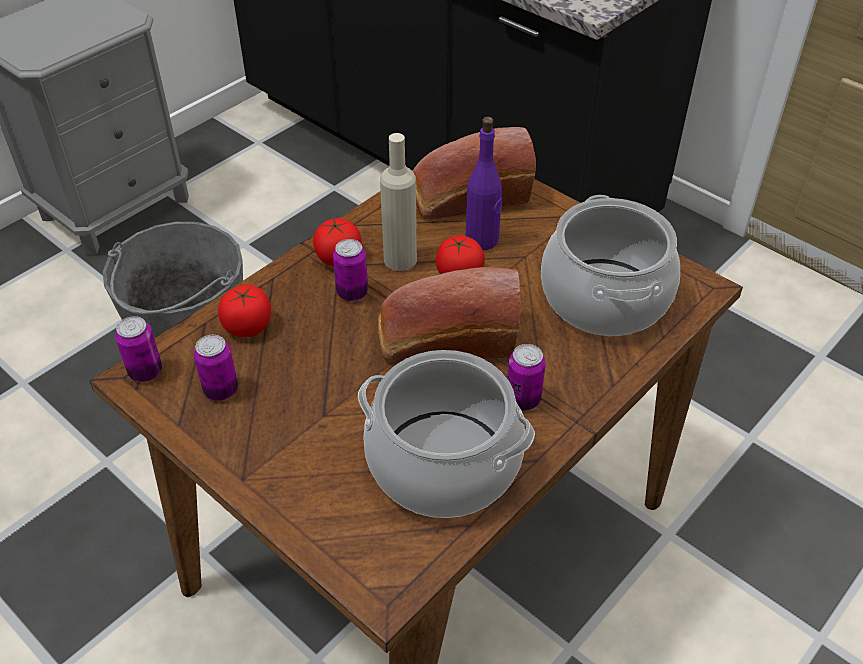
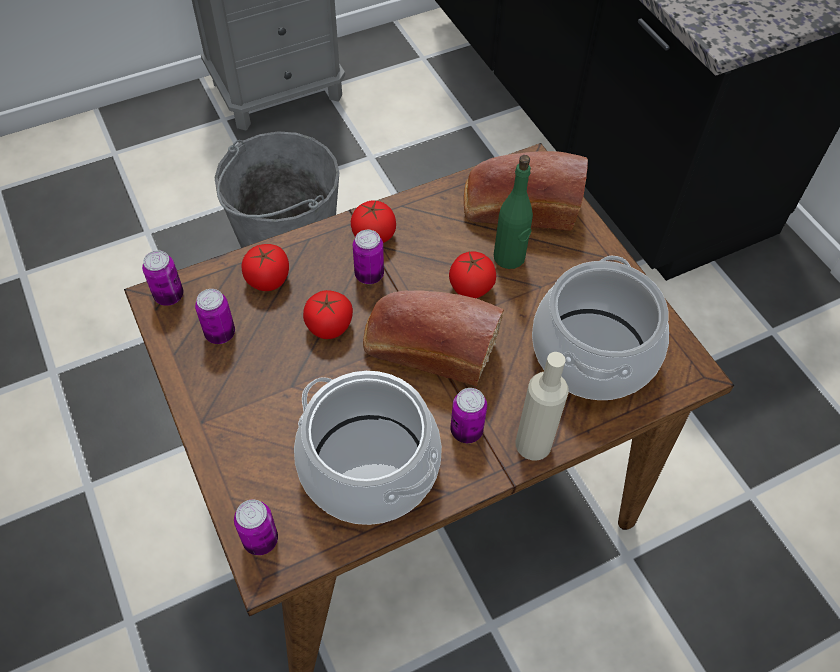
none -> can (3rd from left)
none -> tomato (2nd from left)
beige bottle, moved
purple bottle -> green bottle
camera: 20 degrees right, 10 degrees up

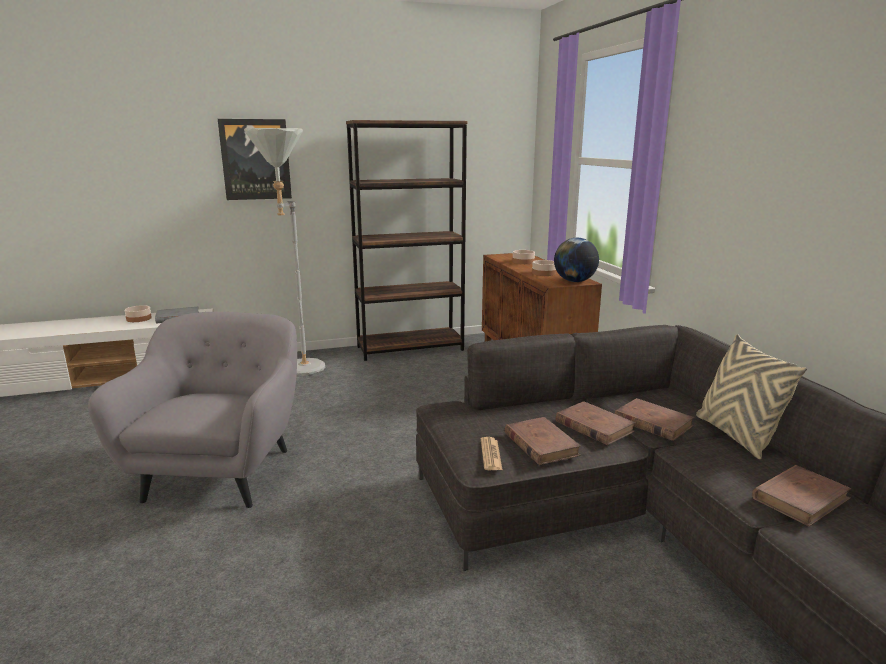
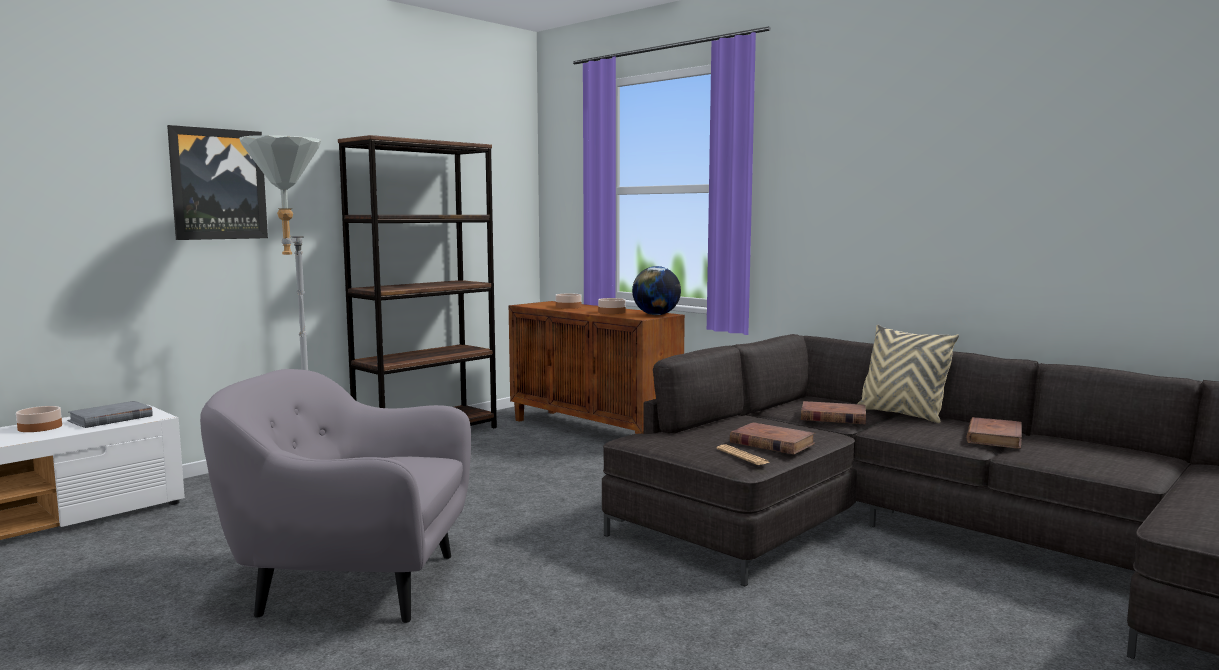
brown book (2nd from left) -> none
grey armchair, 60 degrees counterclockwise
camera: 30 degrees left, 10 degrees down

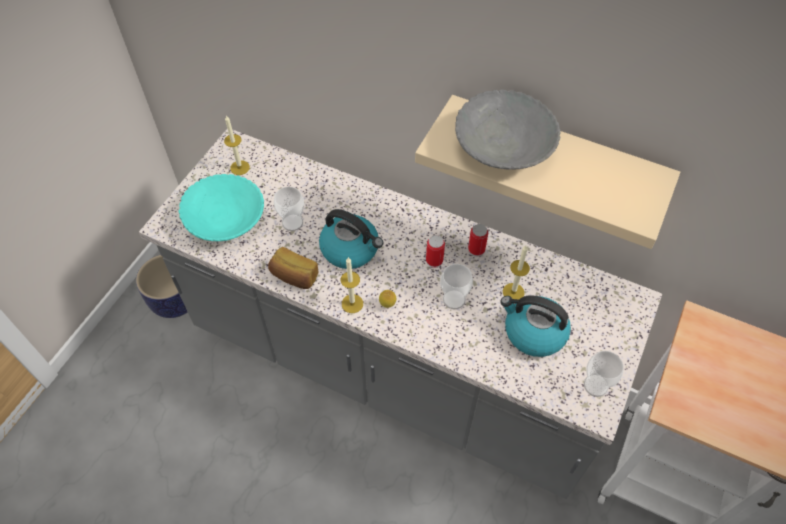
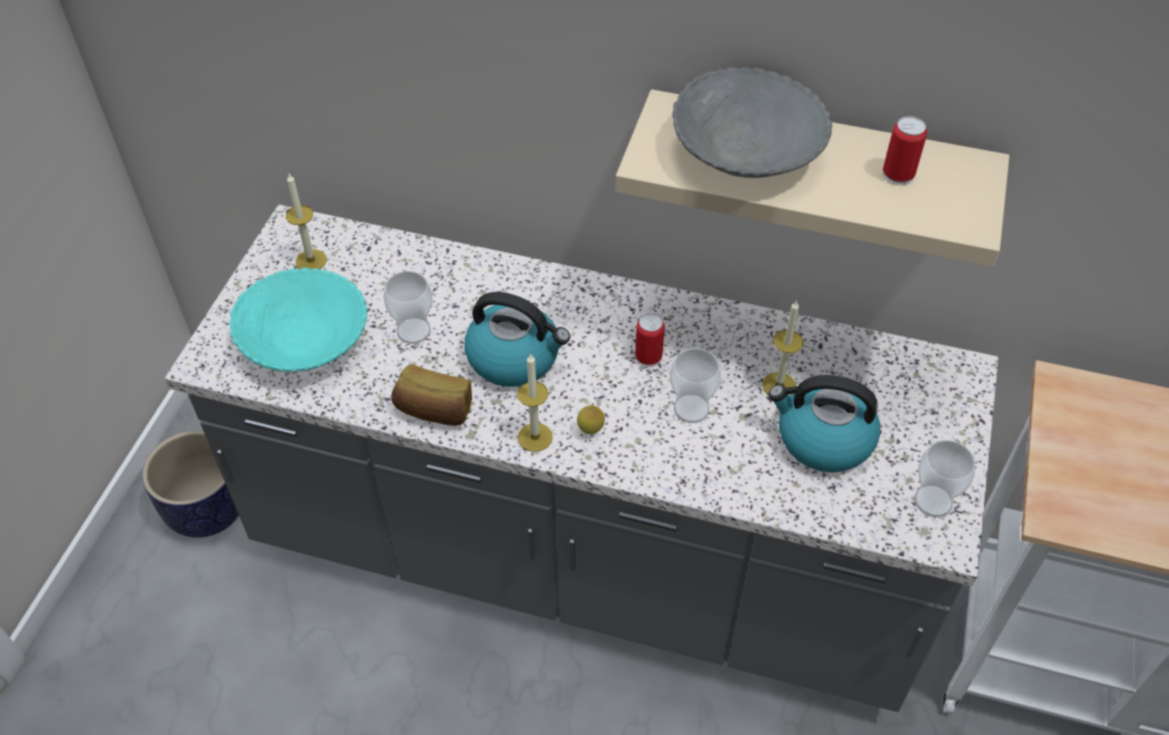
can (2nd from left), moved
camera: 10 degrees left, 5 degrees down

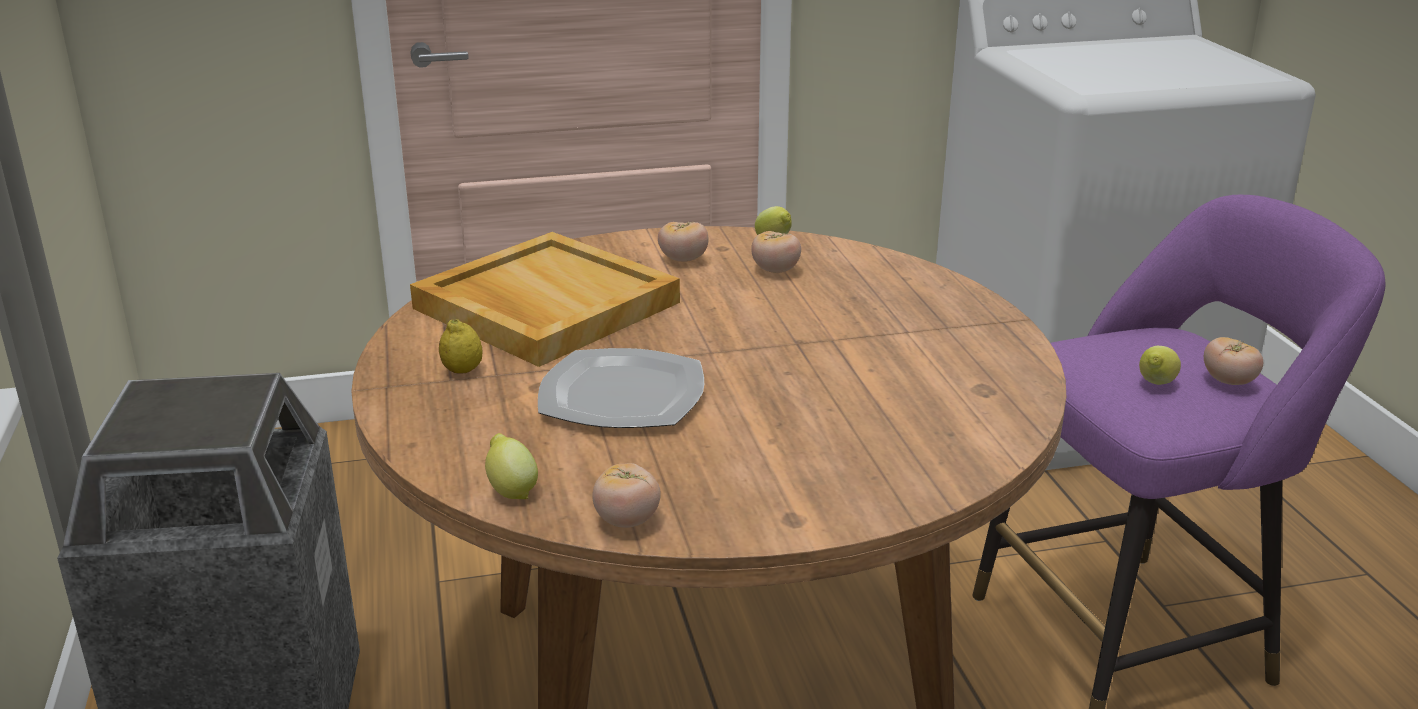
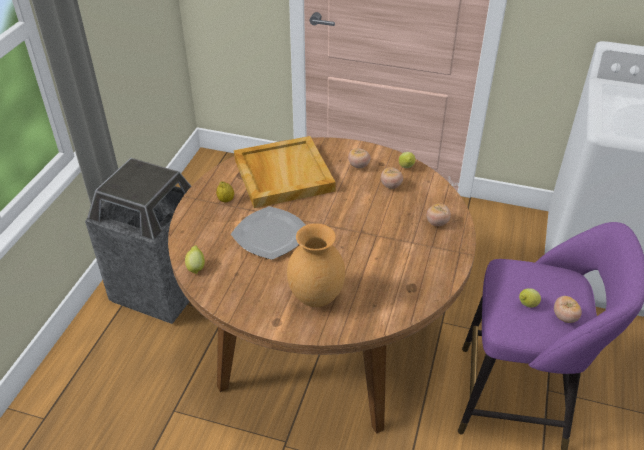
none -> brown vase
tomato (1st from left in the first image) -> tomato (3rd from left), moved
camera: 30 degrees right, 15 degrees up

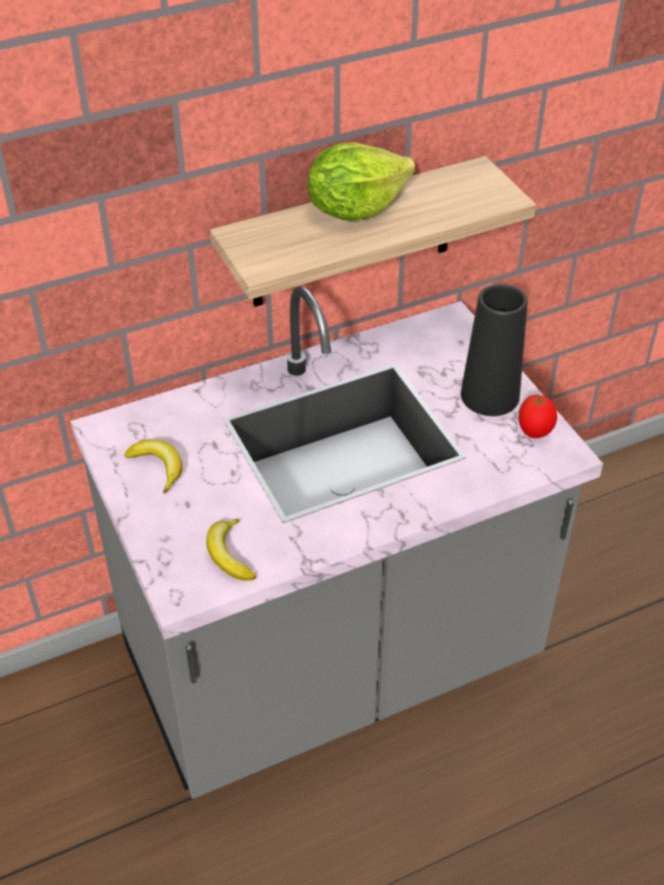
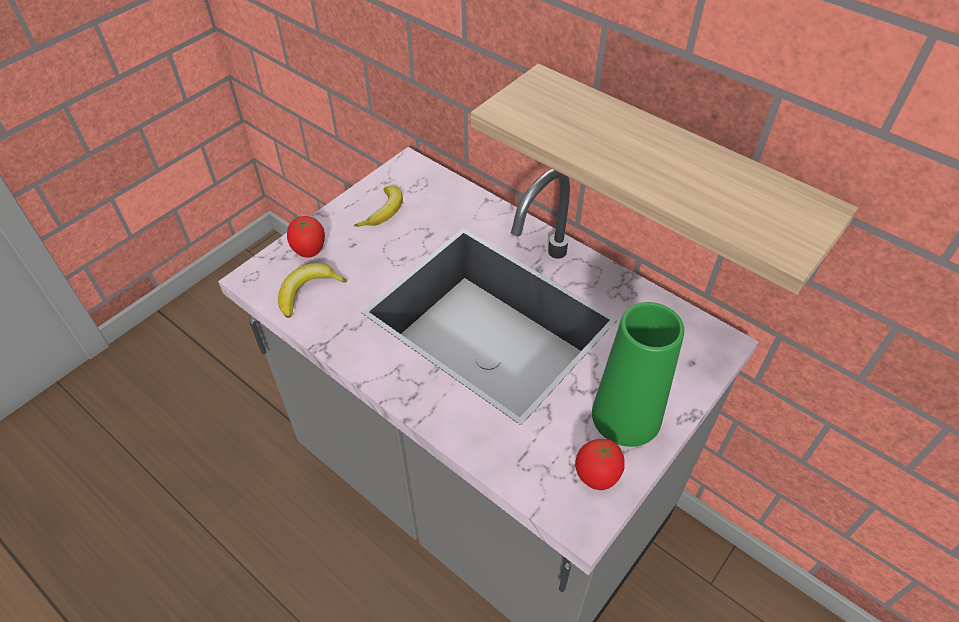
lettuce -> none
none -> tomato (1st from left)
black vase -> green vase
camera: 65 degrees right, 5 degrees up

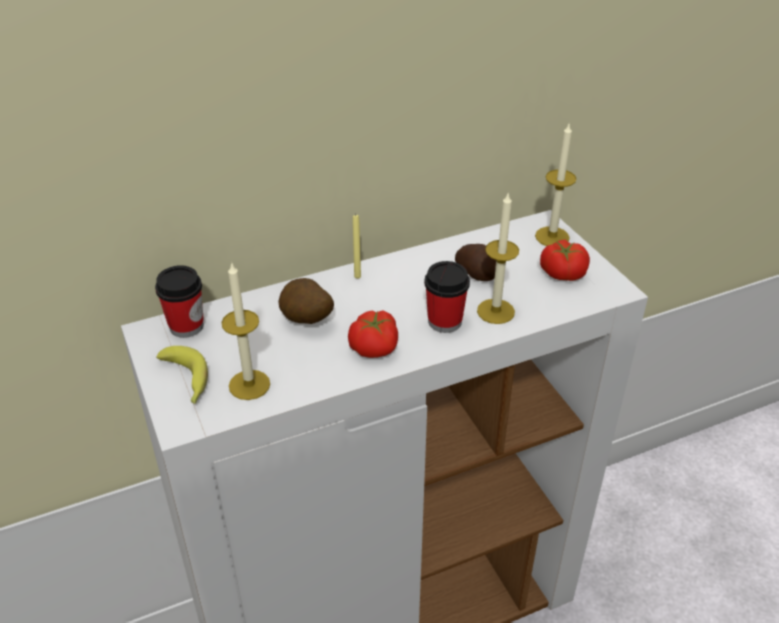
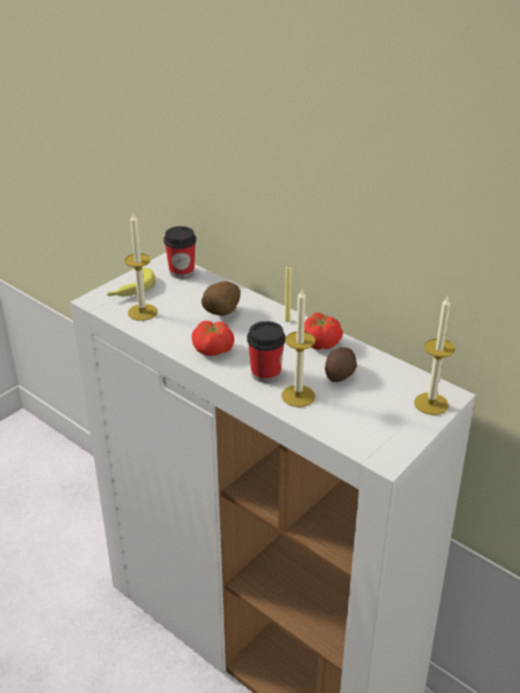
tomato (2nd from left), moved
camera: 65 degrees right, 5 degrees down

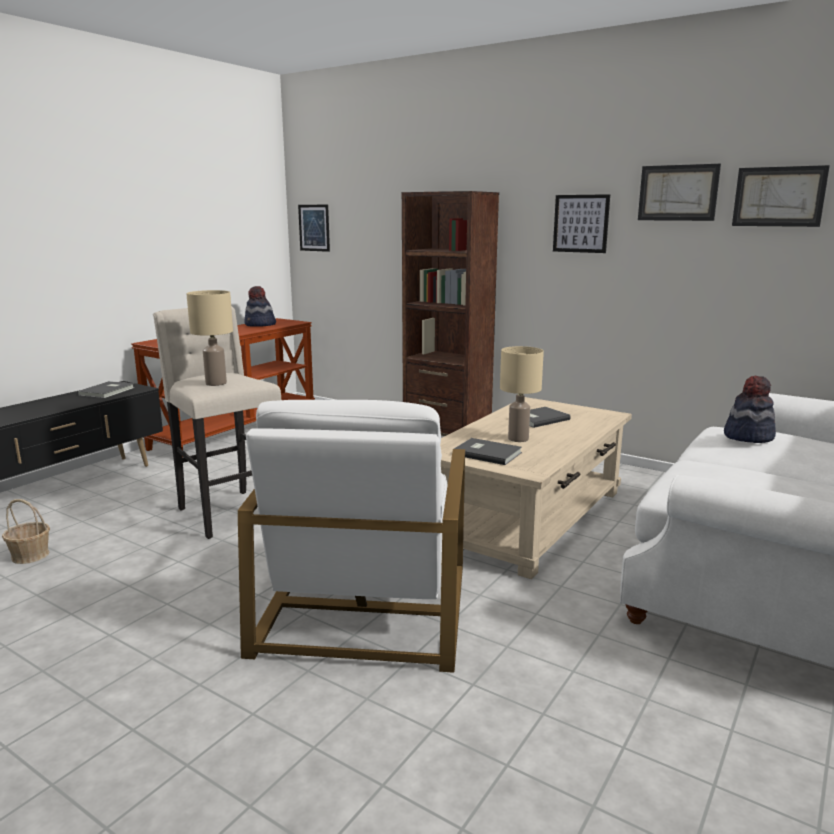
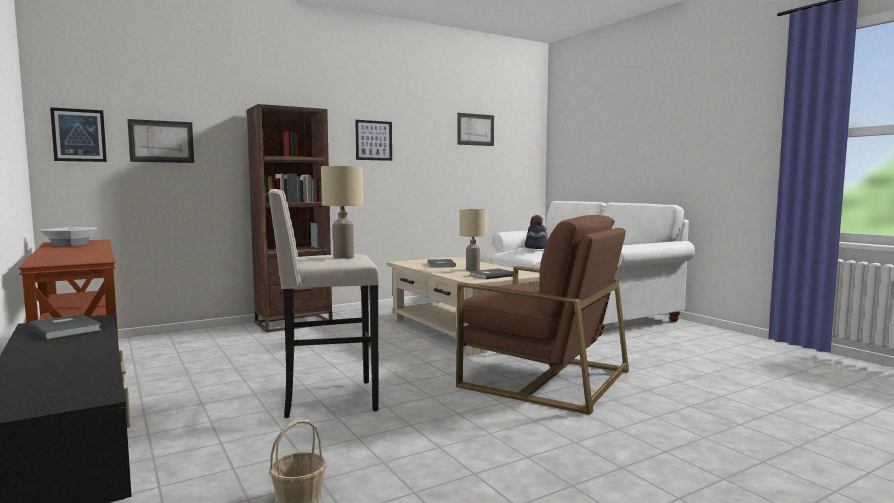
picture (3rd from left in the first image) -> picture (2nd from left), moved
hat (1st from left) -> bowl
white armchair -> brown armchair
camera: 65 degrees left, 10 degrees down

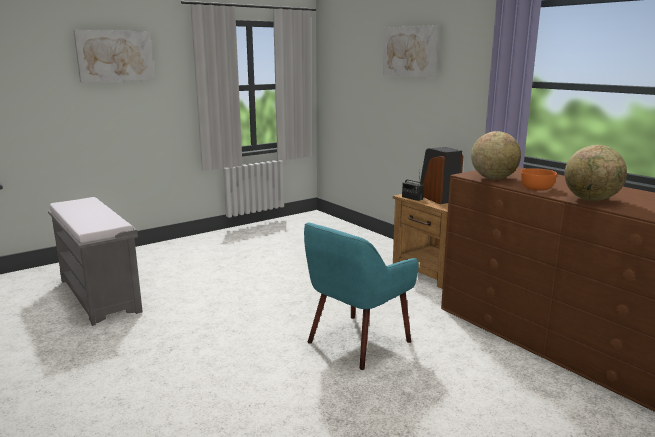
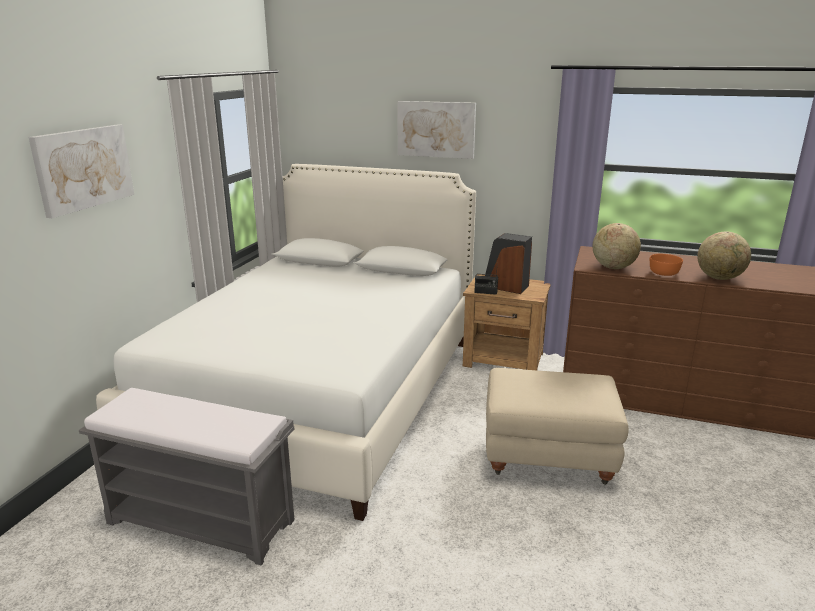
none -> white bed
turquoise armchair -> beige ottoman
camera: 35 degrees left, 5 degrees up

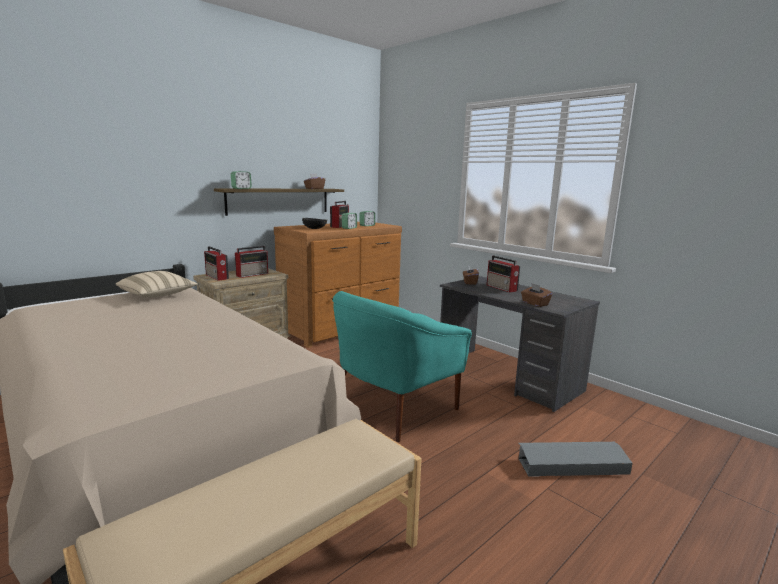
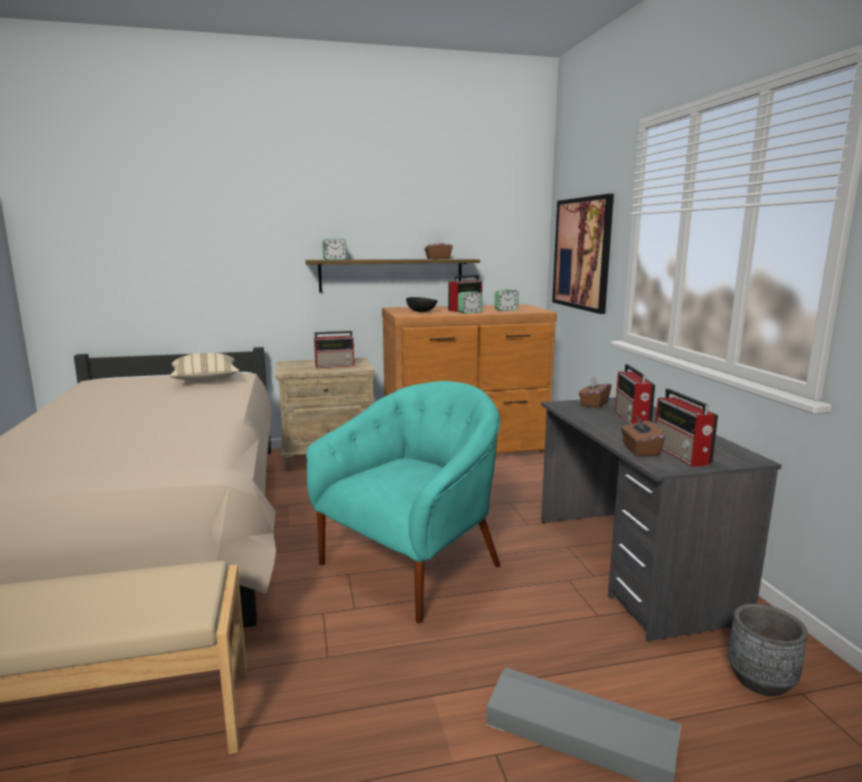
none -> picture
none -> grey planter
radio (1st from left in the first image) -> radio (4th from left), moved
turquoise armchair, 150 degrees clockwise
camera: 30 degrees right, 0 degrees up

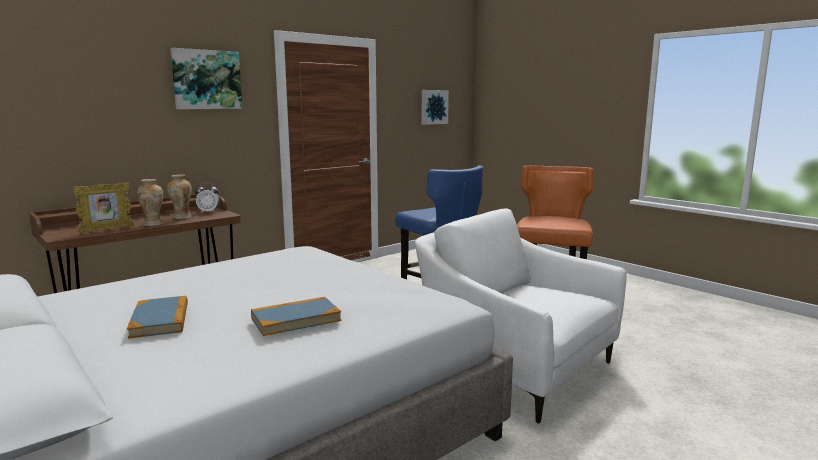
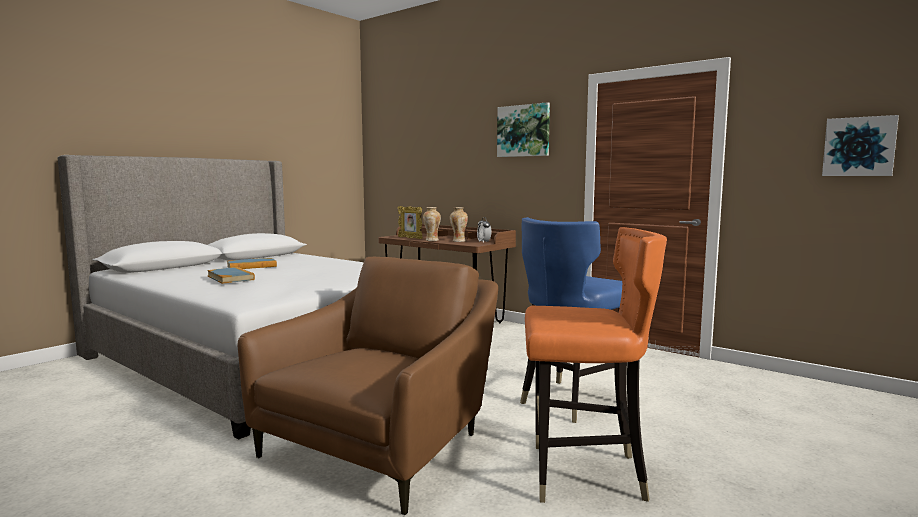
white armchair -> brown armchair
camera: 80 degrees right, 5 degrees down

